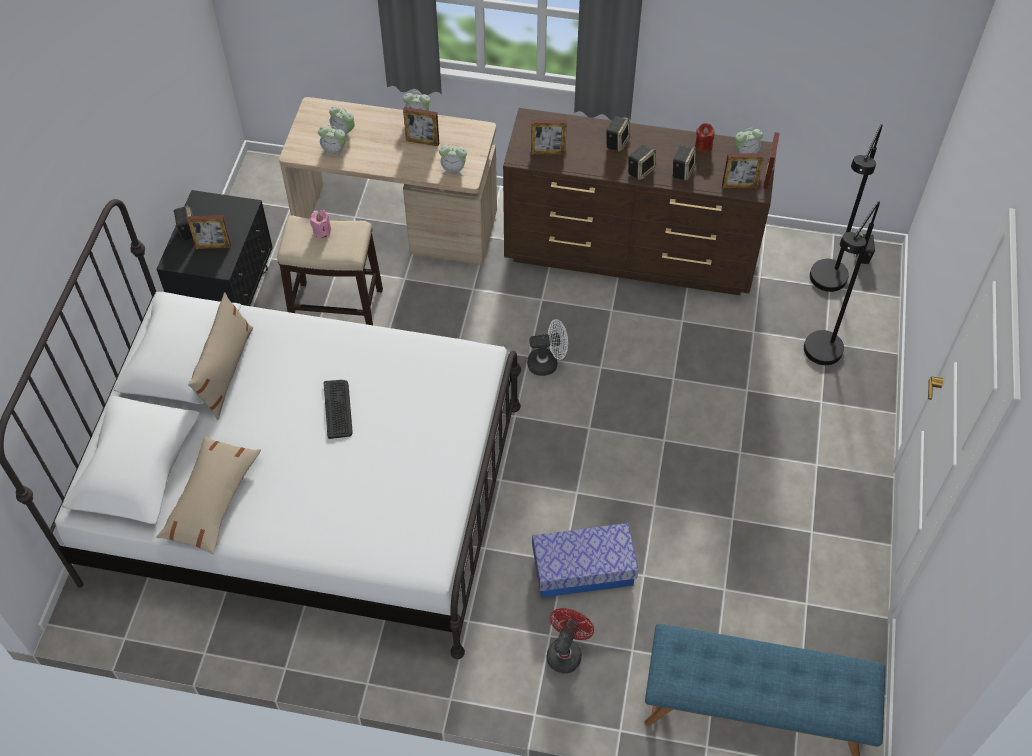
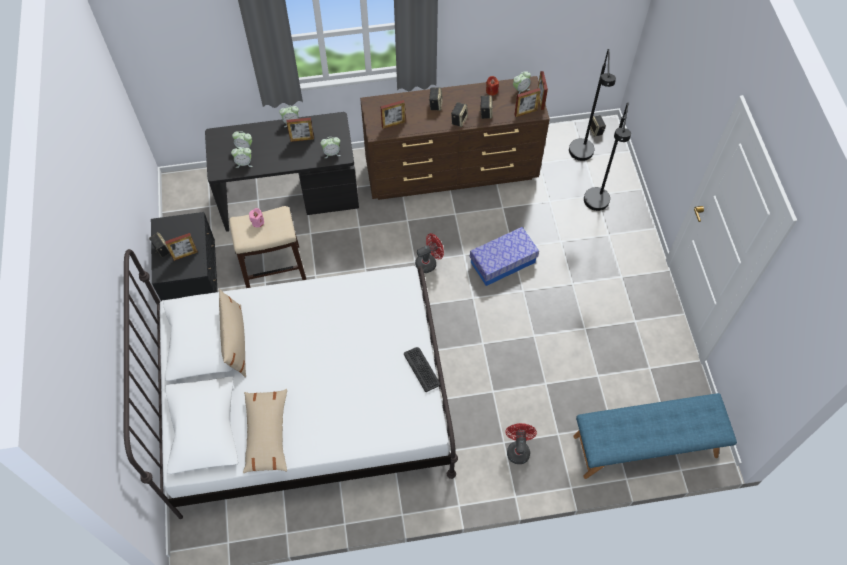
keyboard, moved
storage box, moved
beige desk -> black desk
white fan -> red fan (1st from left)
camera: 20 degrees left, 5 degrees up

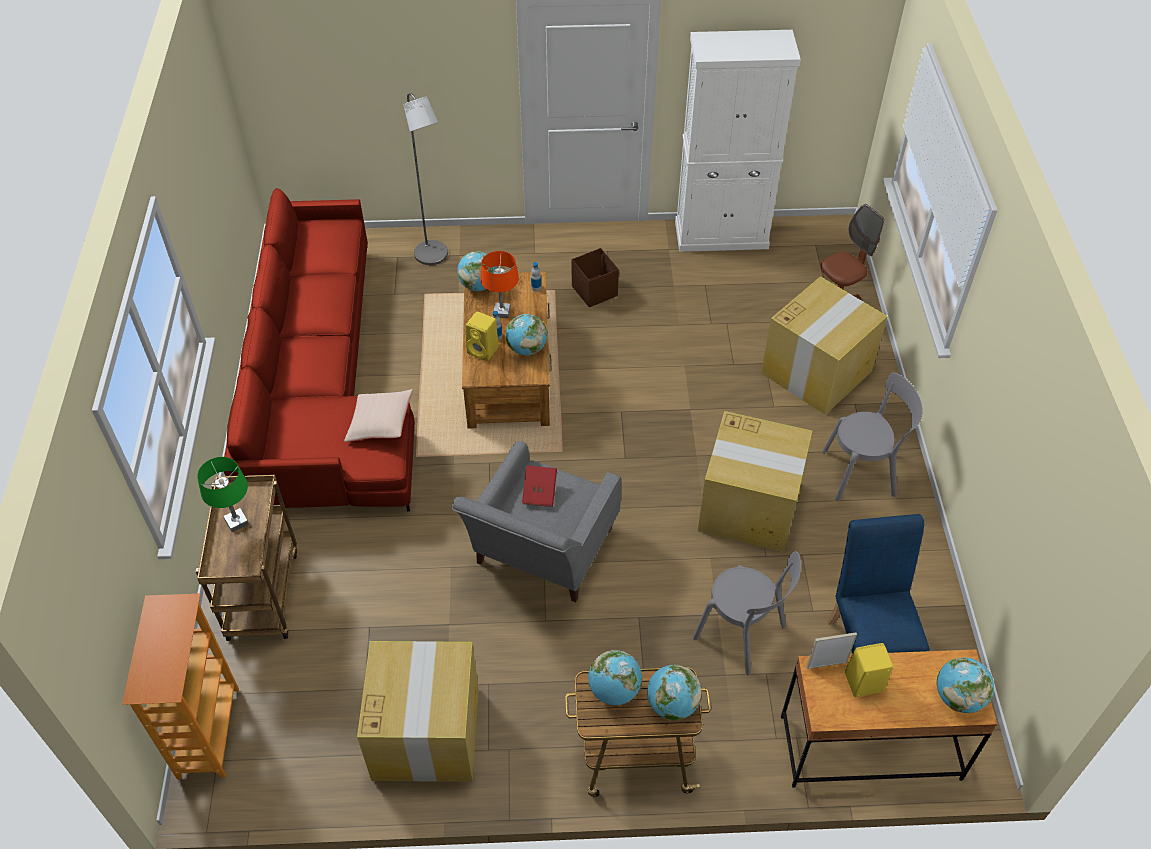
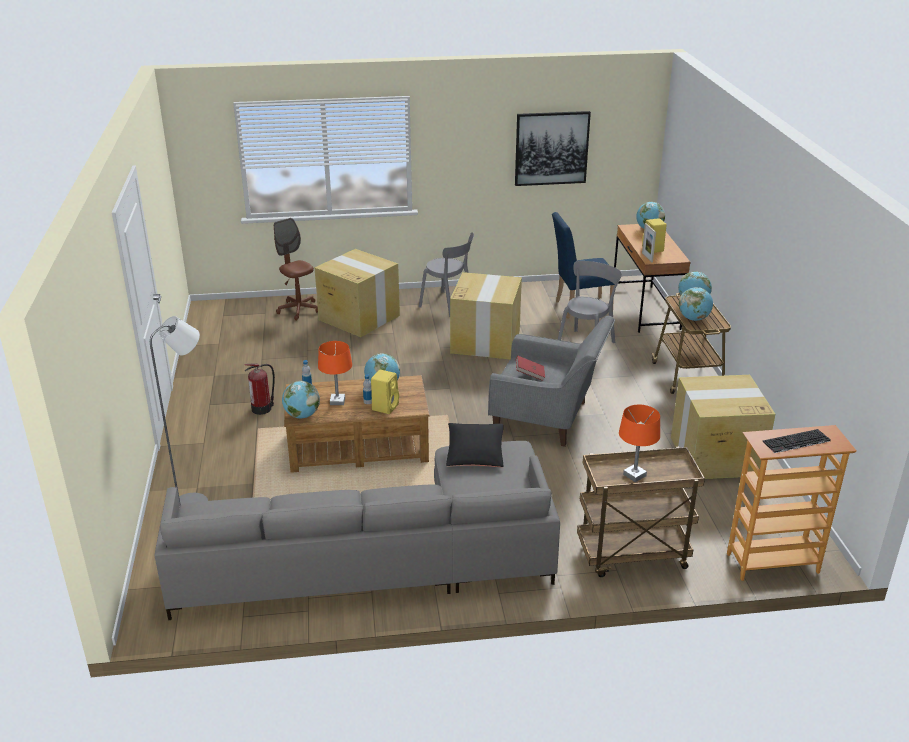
white cabinet -> none
none -> picture
none -> keyboard
brown storage box -> fire extinguisher
green table lamp -> orange table lamp (2nd from left)
red sofa -> grey sofa
beige pillow -> black pillow
grey chair (2nd from left in the first image) -> grey chair (1st from left), 135 degrees clockwise
camera: 95 degrees left, 20 degrees down

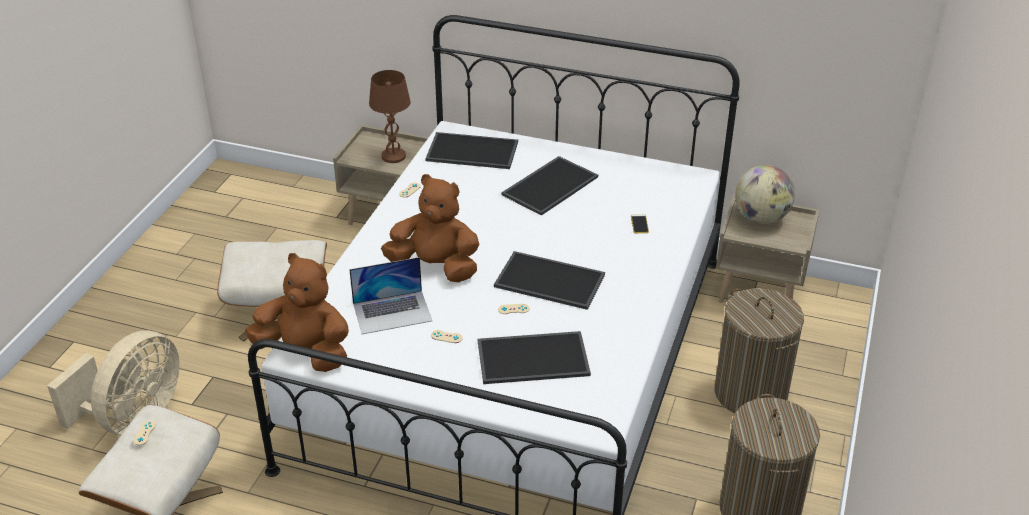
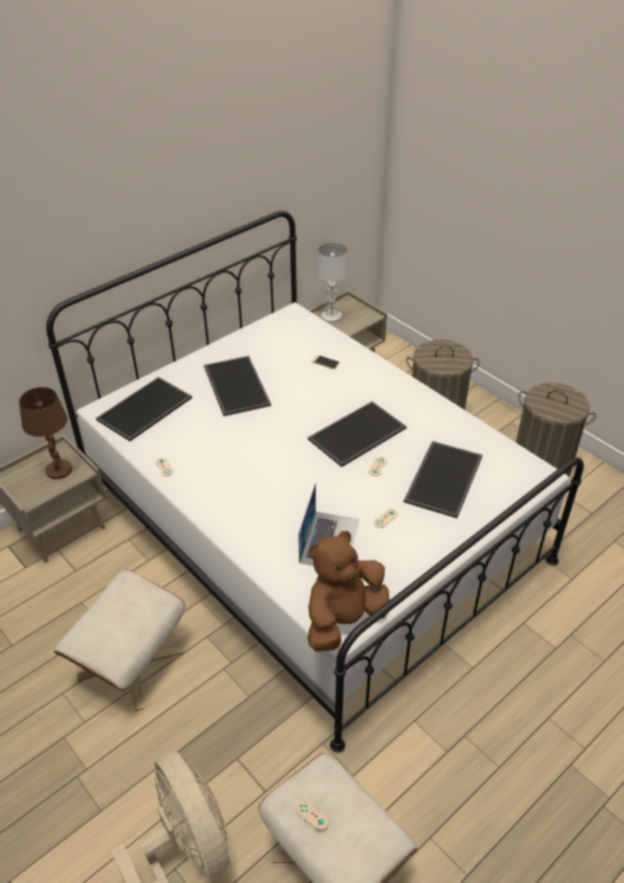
brown plush toy (2nd from left) -> none
globe -> white table lamp
camera: 60 degrees left, 5 degrees up

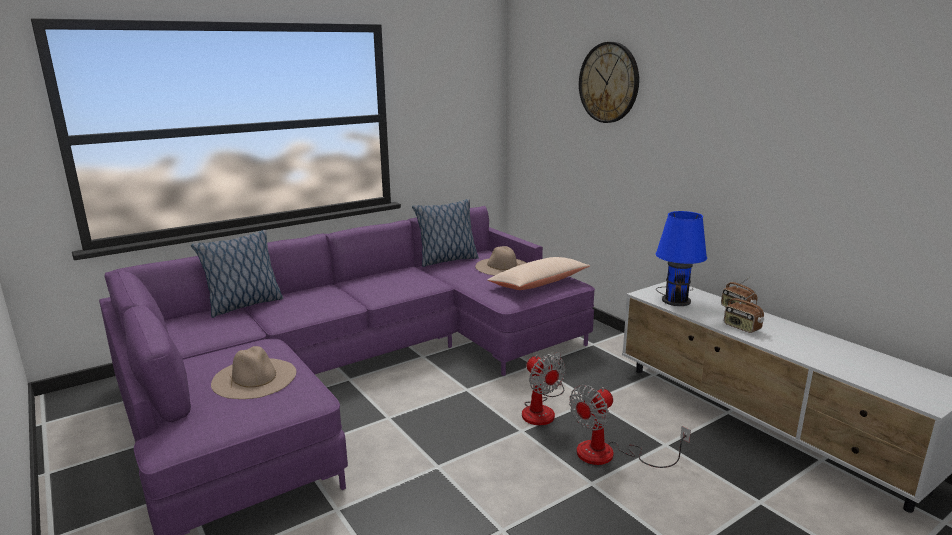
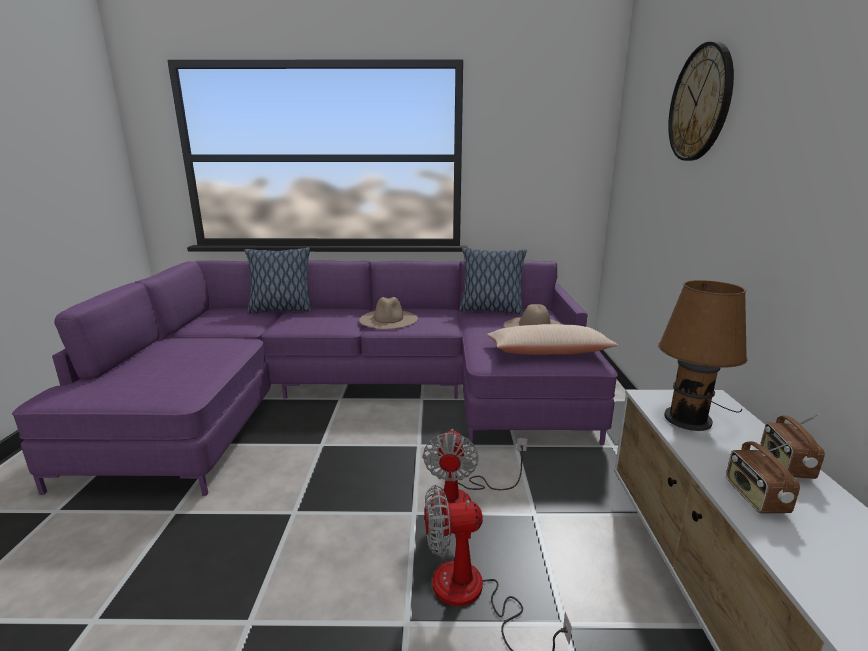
beige hat (1st from left), moved
blue table lamp -> brown table lamp
camera: 35 degrees right, 0 degrees up

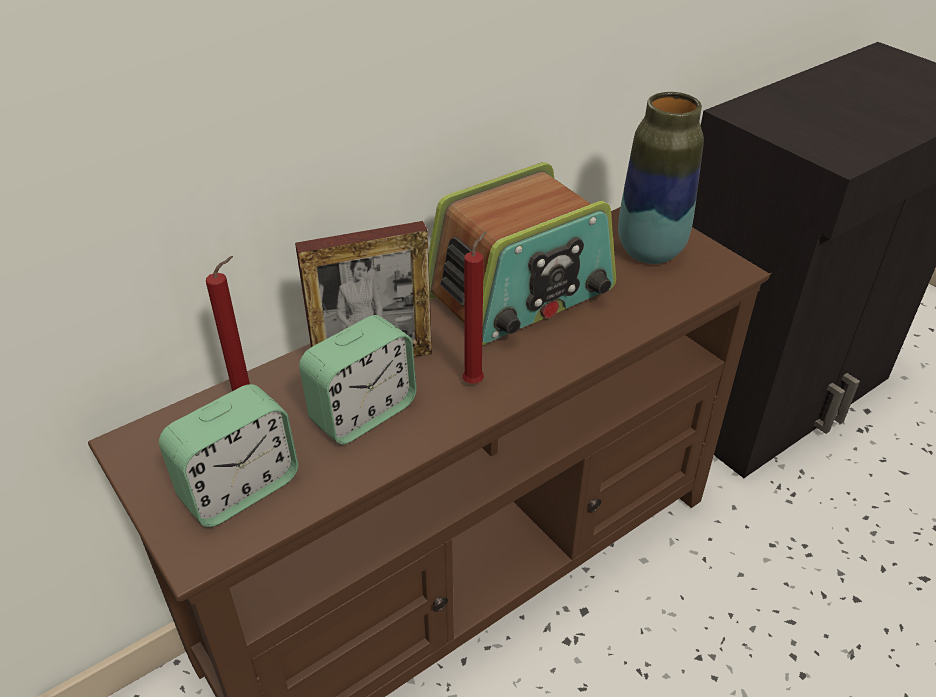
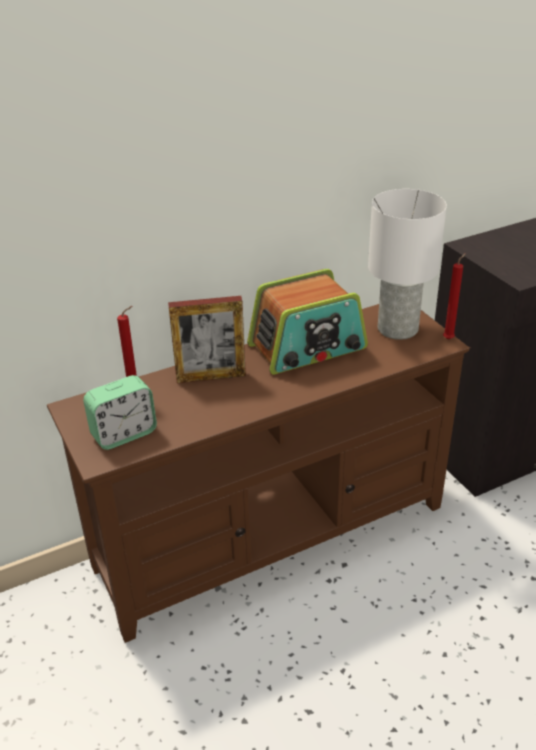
alarm clock (2nd from left) -> none
red candle (2nd from left), moved
vase -> white table lamp
camera: 10 degrees right, 5 degrees down

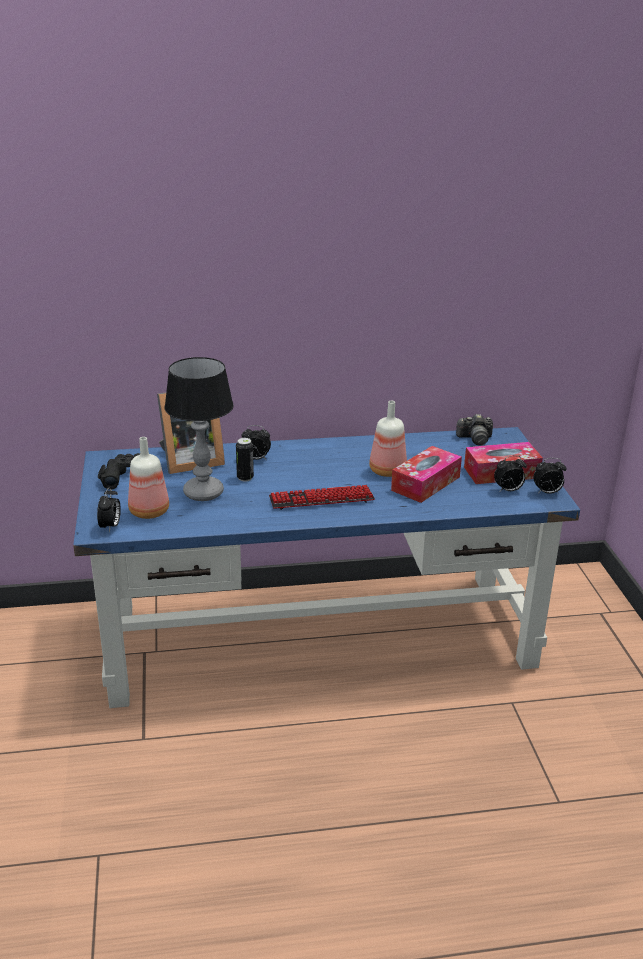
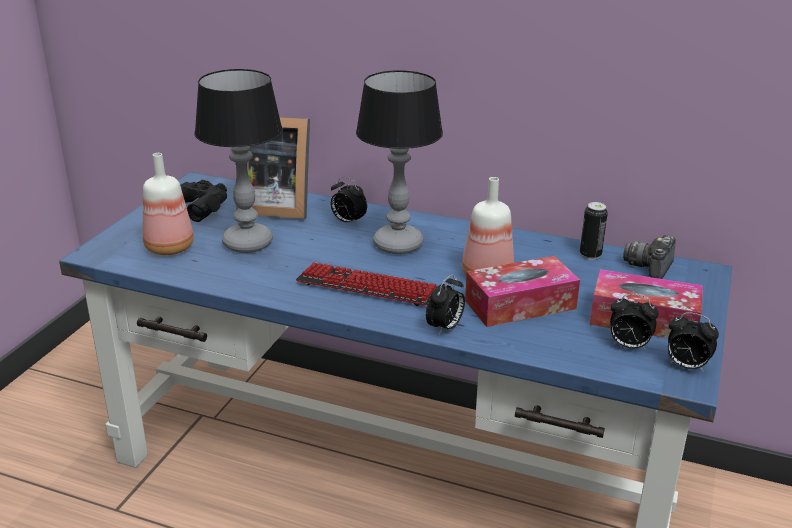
none -> table lamp (2nd from left)
alarm clock (1st from left in the first image) -> alarm clock (2nd from left), moved
can, moved
photo camera, 90 degrees clockwise
camera: 30 degrees right, 0 degrees up

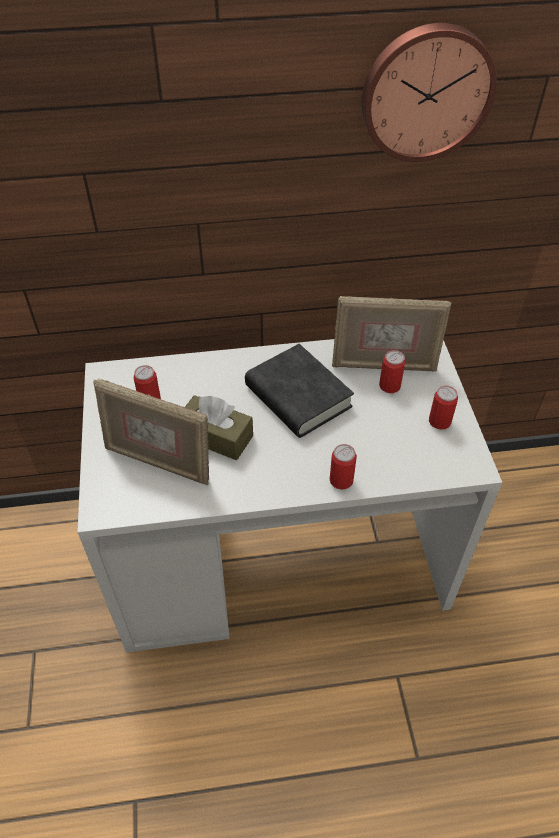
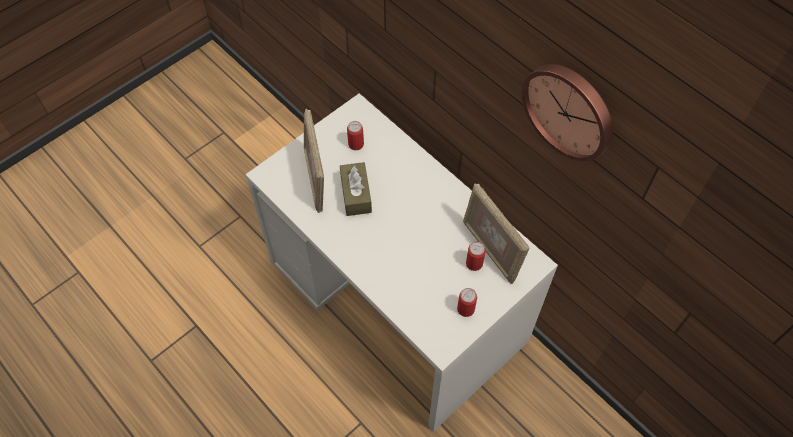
black book -> none
can (2nd from left) -> none
camera: 55 degrees right, 10 degrees up

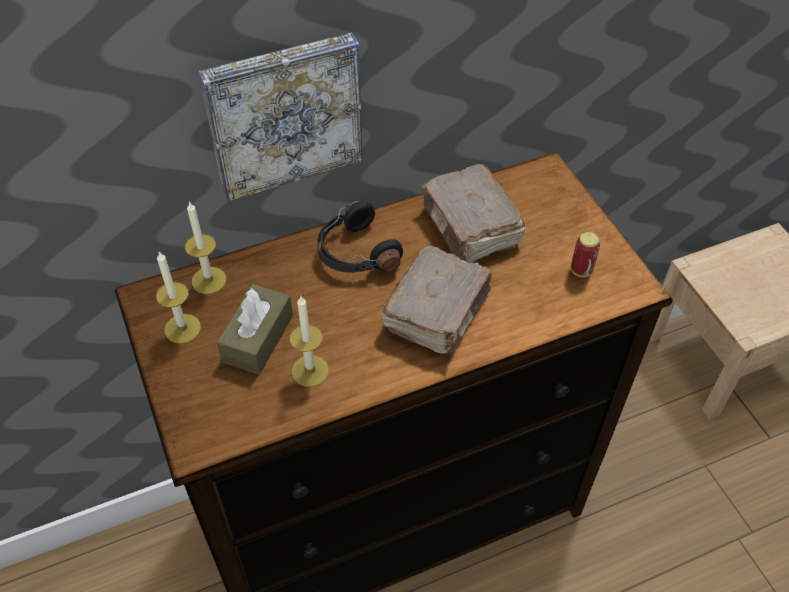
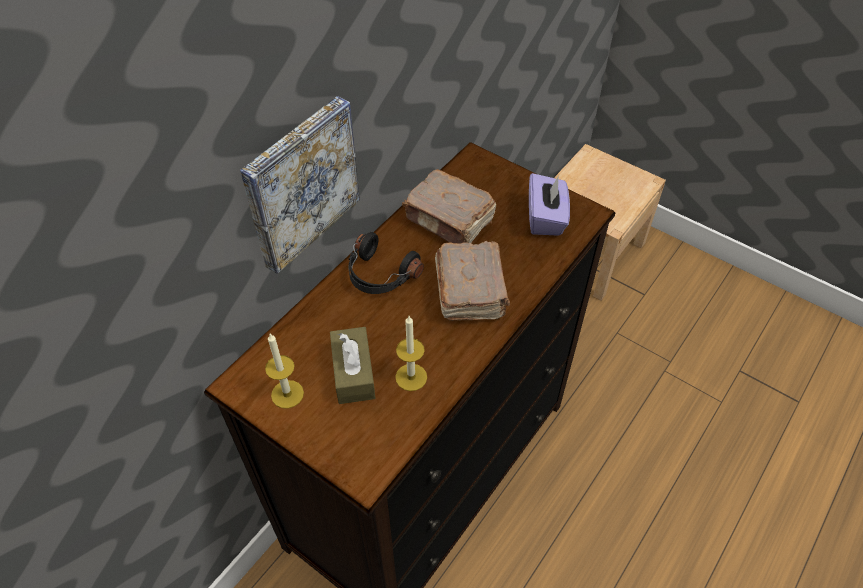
candle (2nd from left) -> none
can -> purple tissue box
camera: 30 degrees left, 0 degrees up

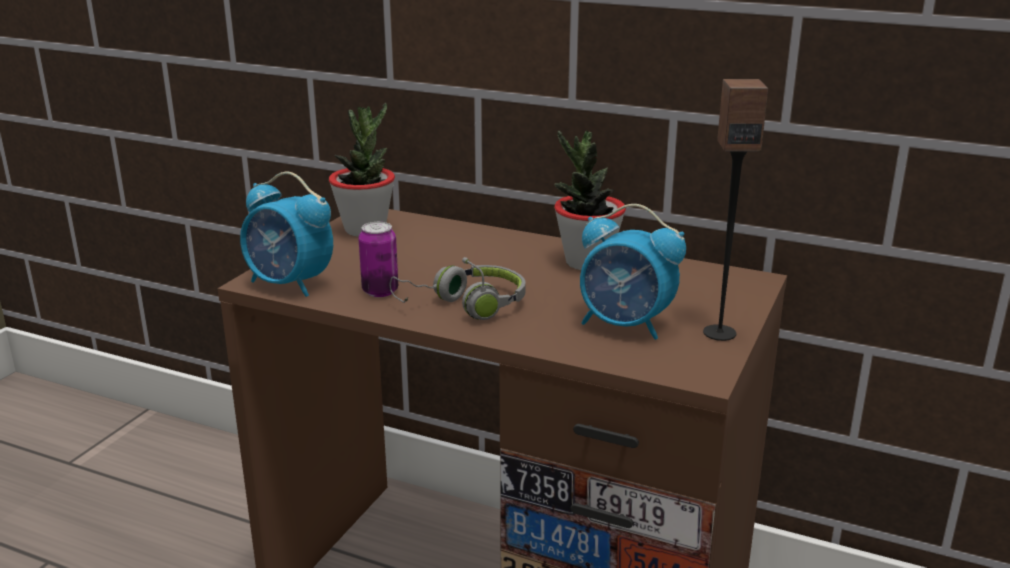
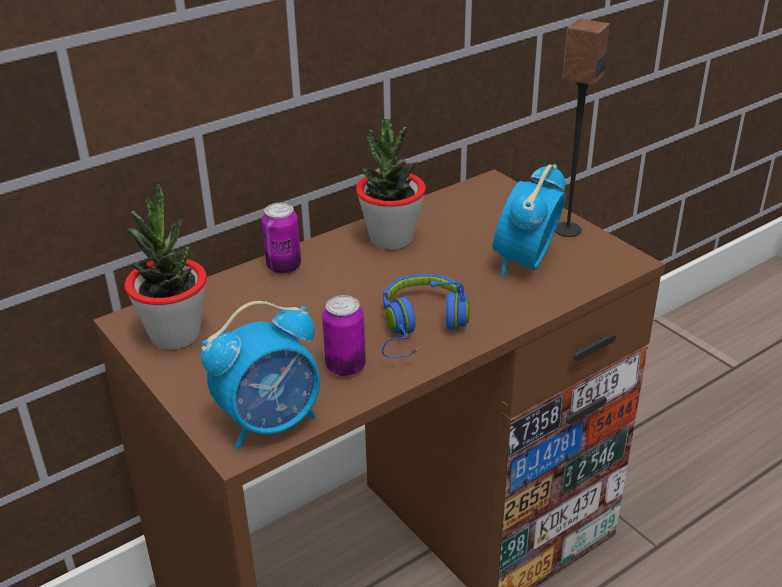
none -> can (1st from left)
grey headphones -> blue headphones
alarm clock (2nd from left), 150 degrees clockwise
camera: 60 degrees left, 10 degrees up

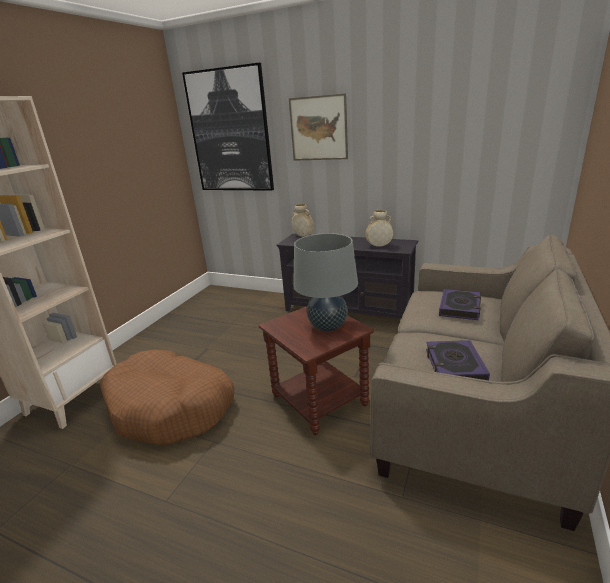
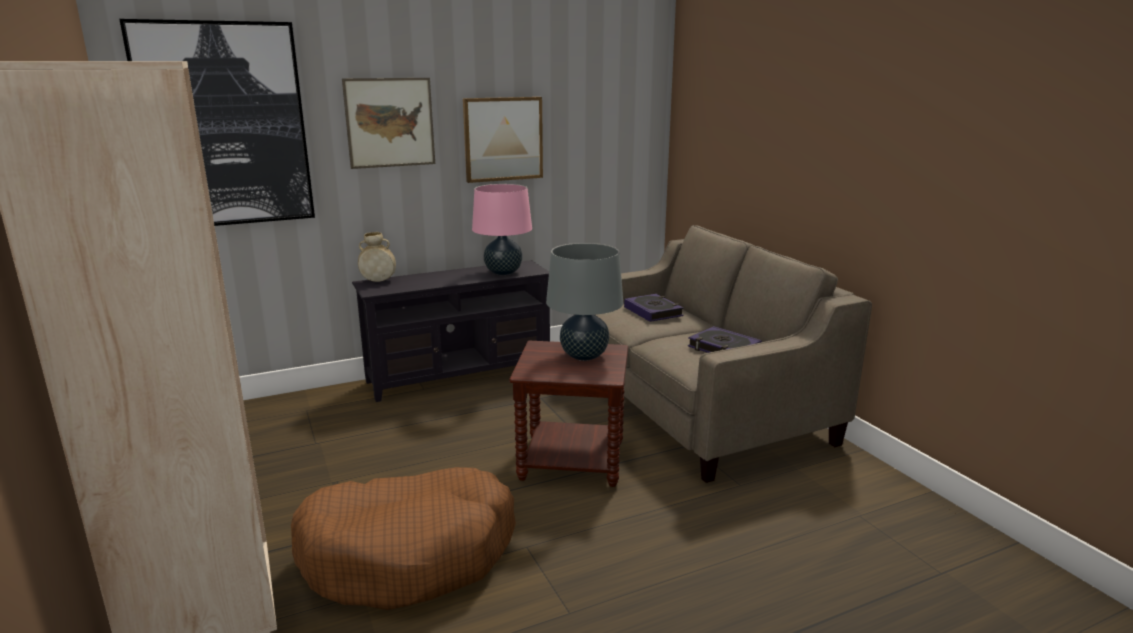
none -> picture (3rd from left)
beige vase (2nd from left) -> pink table lamp
camera: 50 degrees left, 5 degrees down

